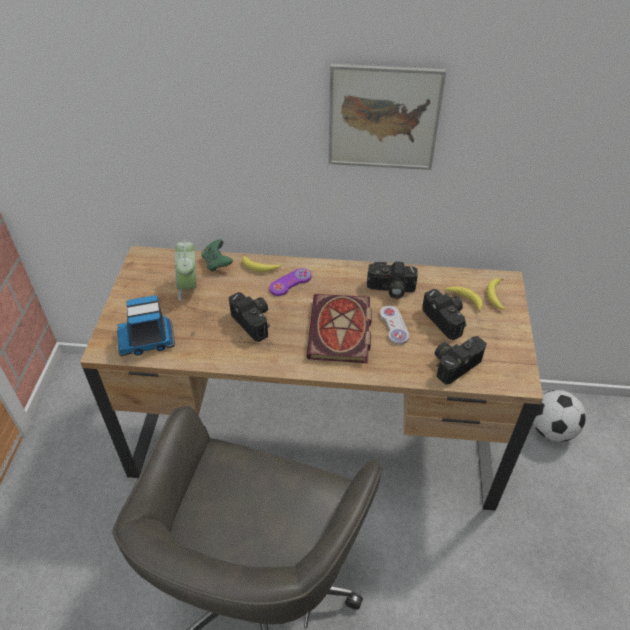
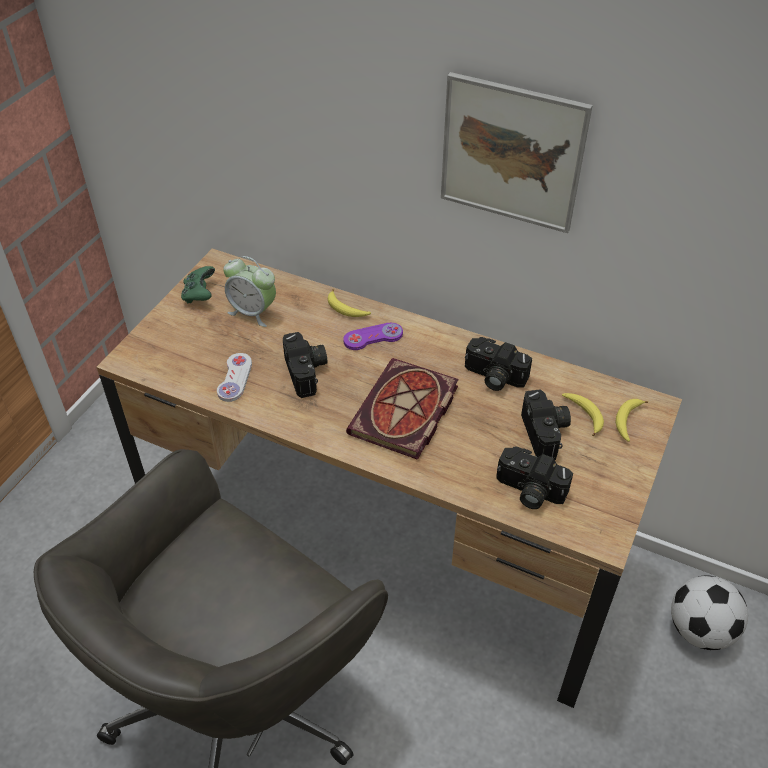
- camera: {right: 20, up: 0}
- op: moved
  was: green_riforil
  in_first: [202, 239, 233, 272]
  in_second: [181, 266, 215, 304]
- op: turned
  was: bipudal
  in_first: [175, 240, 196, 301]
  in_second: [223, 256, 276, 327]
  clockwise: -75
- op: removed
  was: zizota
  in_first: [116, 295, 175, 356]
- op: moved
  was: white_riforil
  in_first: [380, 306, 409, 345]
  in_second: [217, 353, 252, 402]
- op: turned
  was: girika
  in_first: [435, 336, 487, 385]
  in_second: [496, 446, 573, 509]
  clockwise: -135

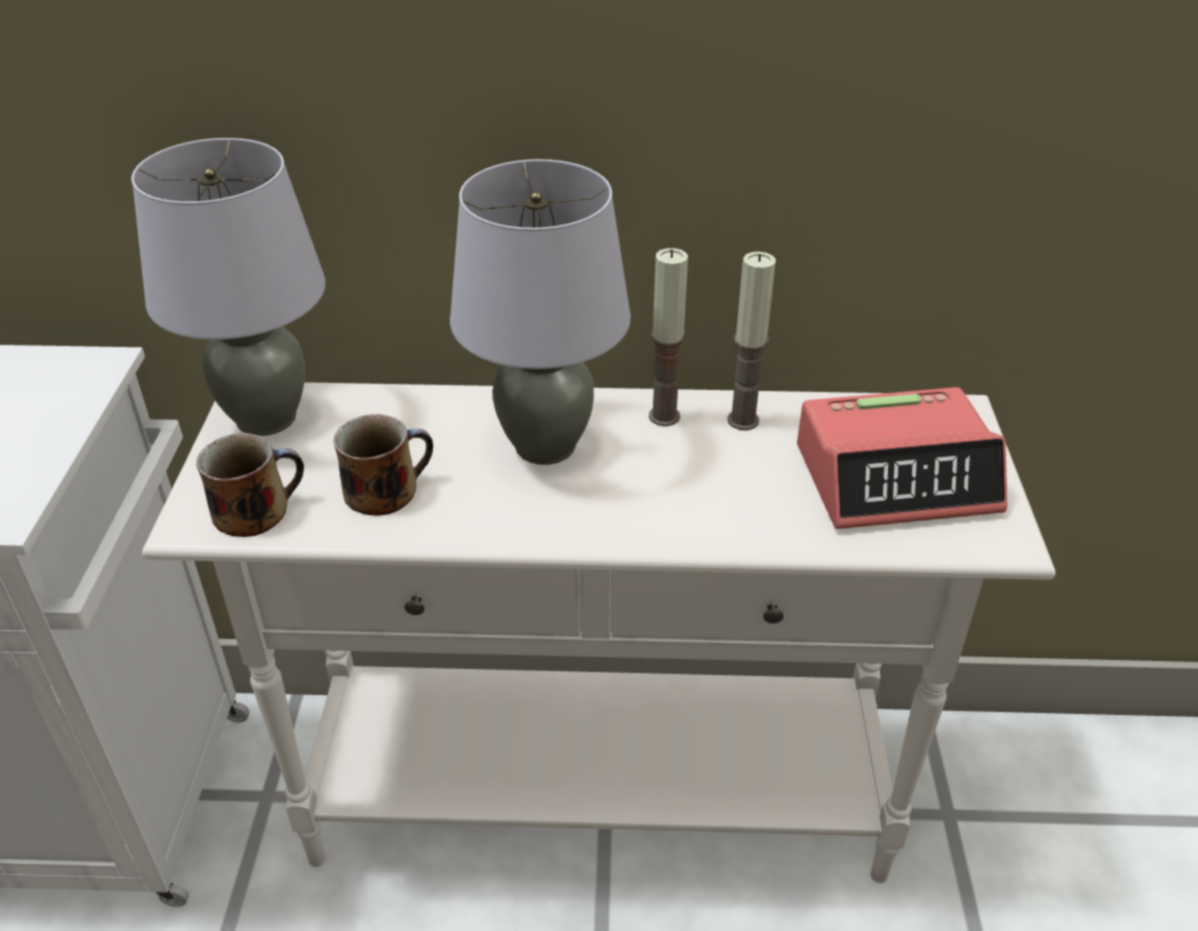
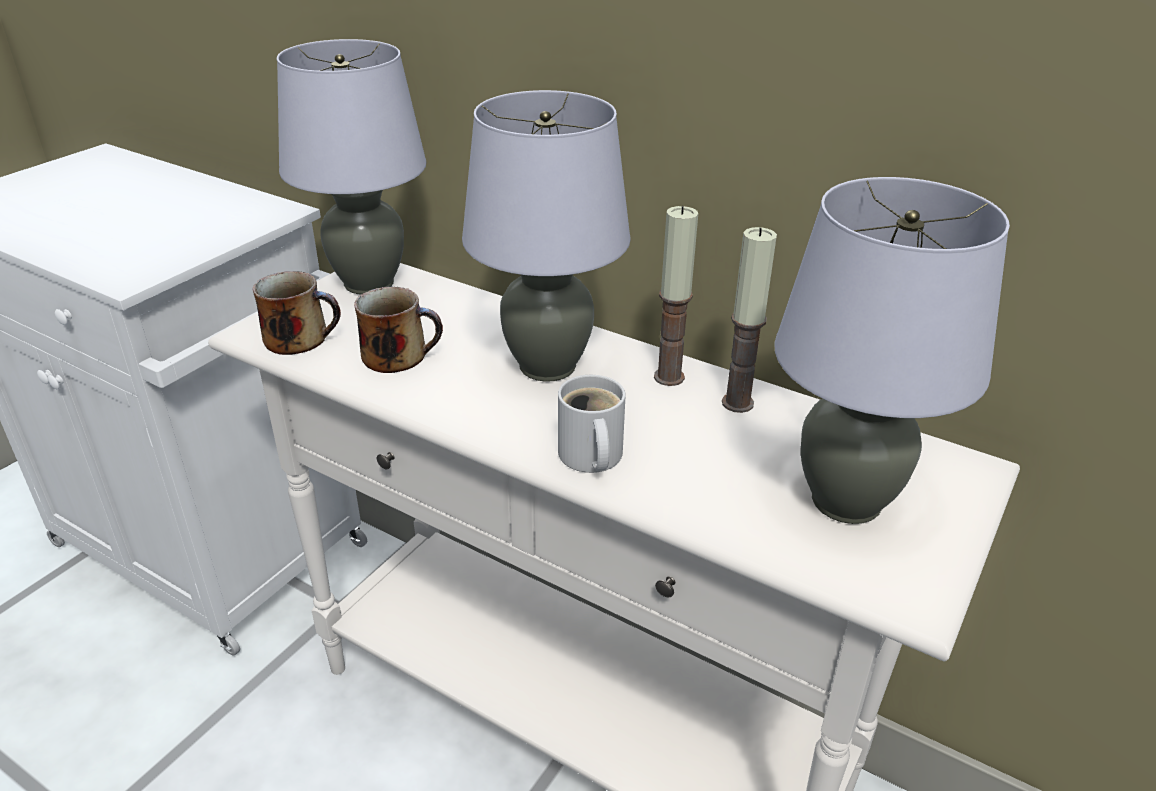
- camera: {right: 30, up: -5}
- op: replaced
  was: bipudal
  now: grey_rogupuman
  in_first: [797, 387, 1007, 529]
  in_second: [774, 177, 1010, 524]
- op: added
  now: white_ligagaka
  in_second: [558, 375, 625, 473]

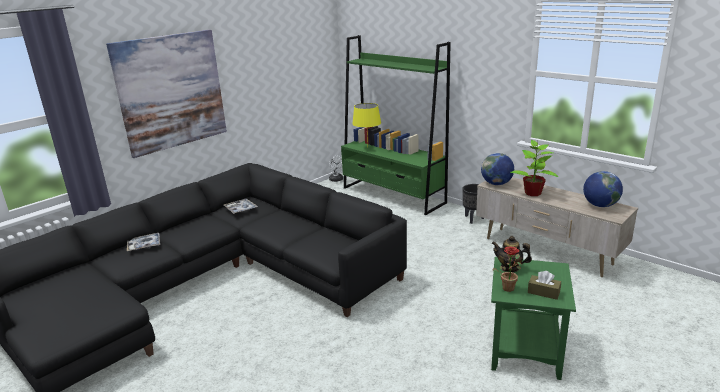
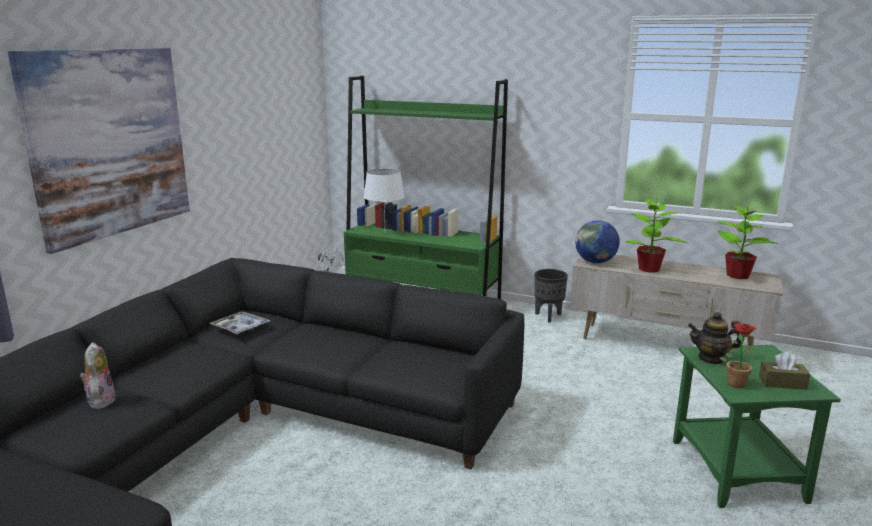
- camera: {right: -20, up: -5}
- op: recoloured
  was: yellow_rogupuman
  now: white_rogupuman
  in_first: [352, 103, 381, 144]
  in_second: [364, 169, 405, 218]
- op: replaced
  was: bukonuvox
  now: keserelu
  in_first: [583, 171, 623, 207]
  in_second: [717, 202, 776, 279]
- op: replaced
  was: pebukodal
  now: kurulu
  in_first: [127, 233, 160, 251]
  in_second: [80, 342, 116, 409]

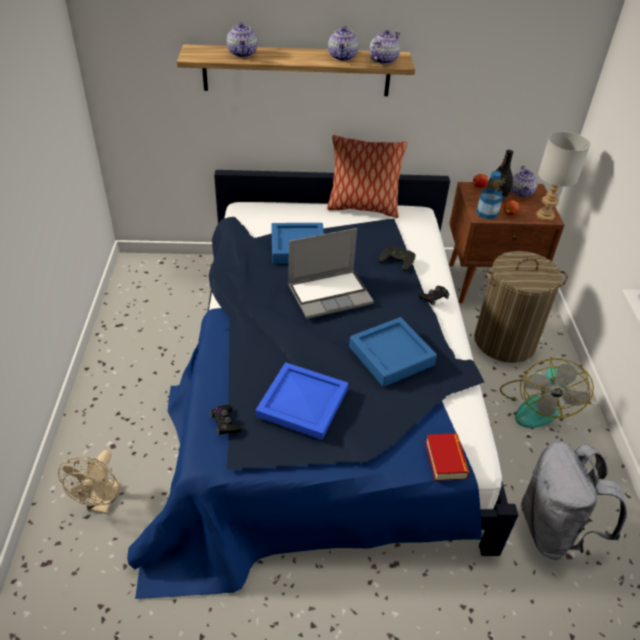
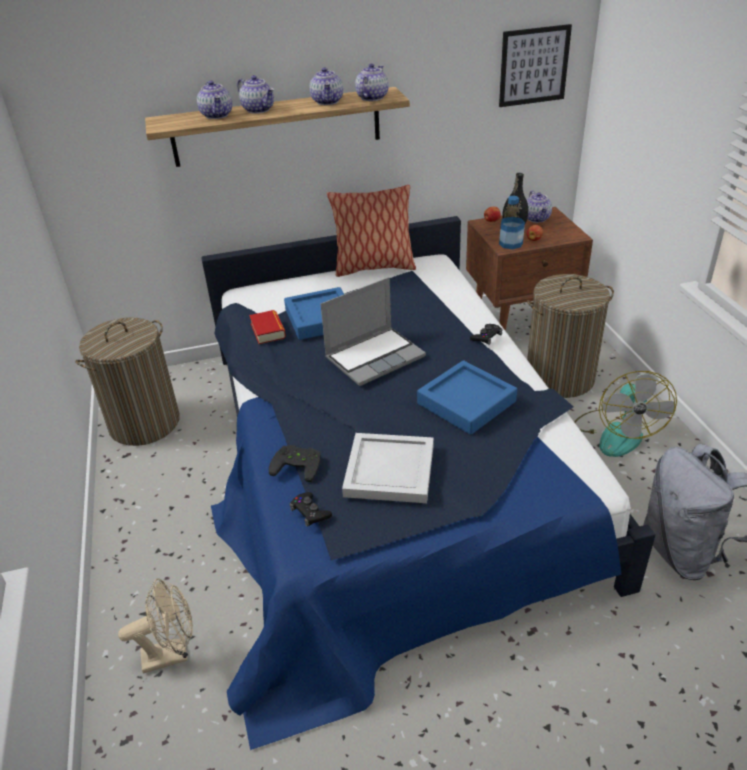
- camera: {right: -10, up: -5}
- op: removed
  was: grey_rogupuman
  in_first: [536, 132, 590, 221]
- op: moved
  was: black_riforil
  in_first: [378, 246, 415, 272]
  in_second: [269, 445, 321, 482]
- op: recoloured
  was: blue_pebukodal
  now: white_pebukodal
  in_first: [255, 362, 348, 440]
  in_second: [342, 433, 434, 503]
- op: moved
  was: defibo
  in_first: [425, 433, 469, 481]
  in_second: [249, 310, 286, 344]
- op: turned
  was: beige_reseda
  in_first: [58, 450, 121, 514]
  in_second: [118, 578, 193, 673]
  clockwise: -105
- op: added
  now: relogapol
  in_second: [499, 24, 572, 107]
- op: added
  now: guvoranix
  in_second: [237, 75, 274, 114]
- op: added
  now: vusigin
  in_second: [75, 317, 180, 446]

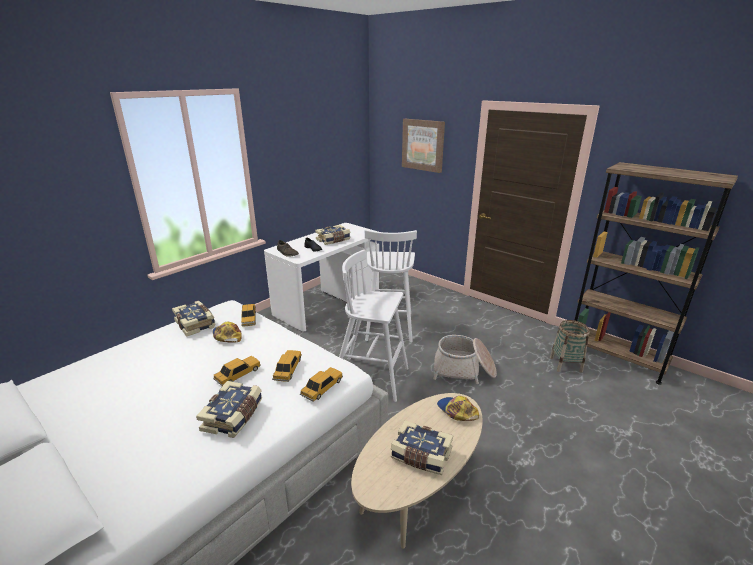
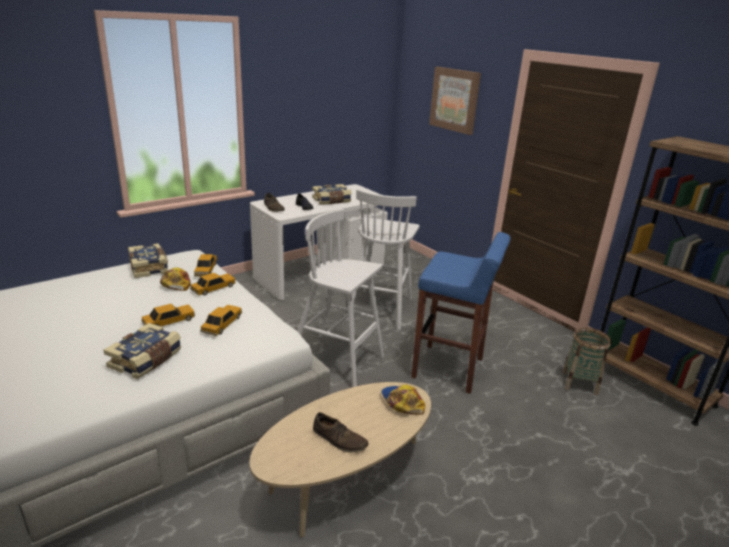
- camera: {right: 10, up: 0}
- op: replaced
  was: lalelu
  now: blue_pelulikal
  in_first: [433, 335, 497, 384]
  in_second: [411, 232, 511, 394]
- op: moved
  was: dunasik
  in_first: [300, 367, 343, 402]
  in_second: [190, 273, 236, 296]
- op: replaced
  was: defibo
  now: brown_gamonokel
  in_first: [391, 420, 453, 475]
  in_second: [313, 412, 369, 452]

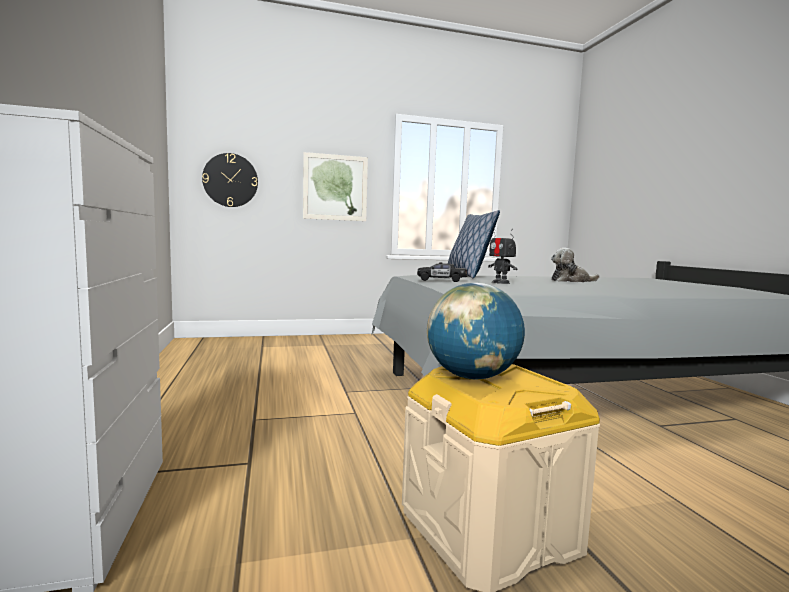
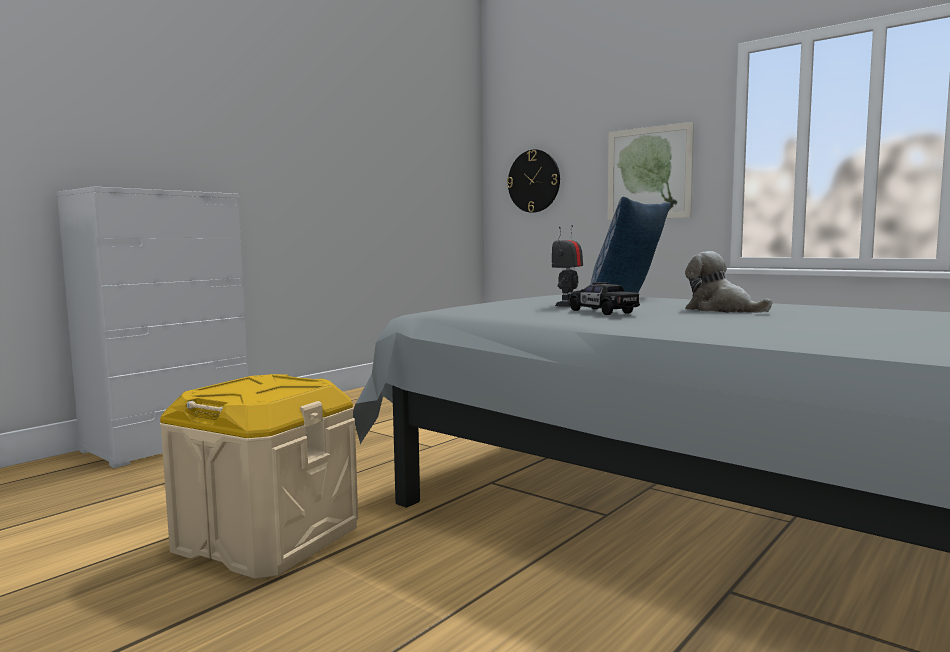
- camera: {right: 55, up: 0}
- op: moved
  was: black_dunasik
  in_first: [417, 262, 467, 282]
  in_second: [570, 282, 640, 315]
- op: removed
  was: bukonuvox
  in_first: [427, 283, 525, 379]

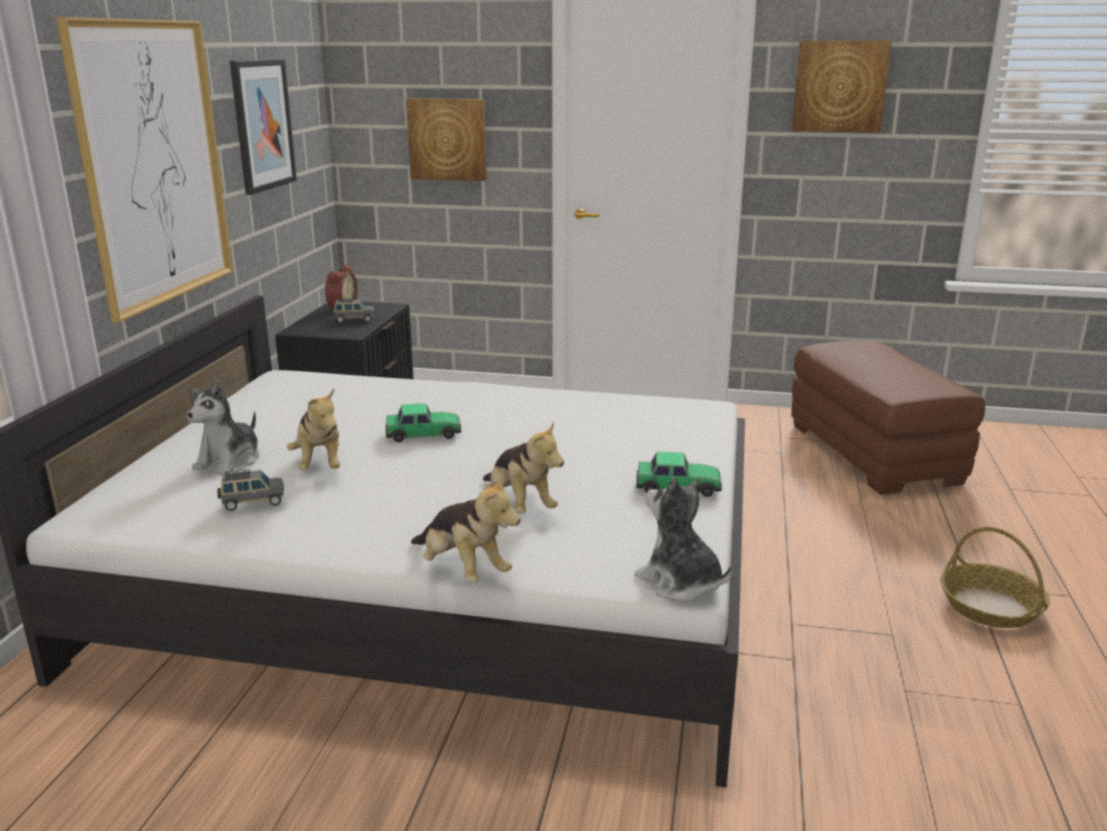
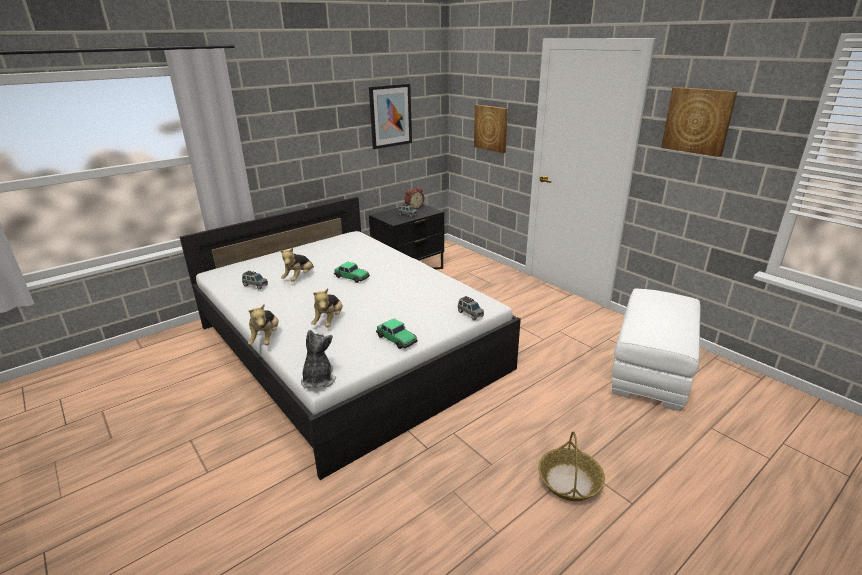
- camera: {right: 40, up: 5}
- op: removed
  was: relogapol
  in_first: [56, 17, 233, 322]
- op: recoloured
  was: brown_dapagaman
  now: white_dapagaman
  in_first: [791, 341, 985, 495]
  in_second: [611, 289, 701, 411]
- op: removed
  was: kurulu
  in_first: [187, 380, 259, 475]
- op: added
  now: grey_dunasik
  in_second: [458, 296, 484, 320]

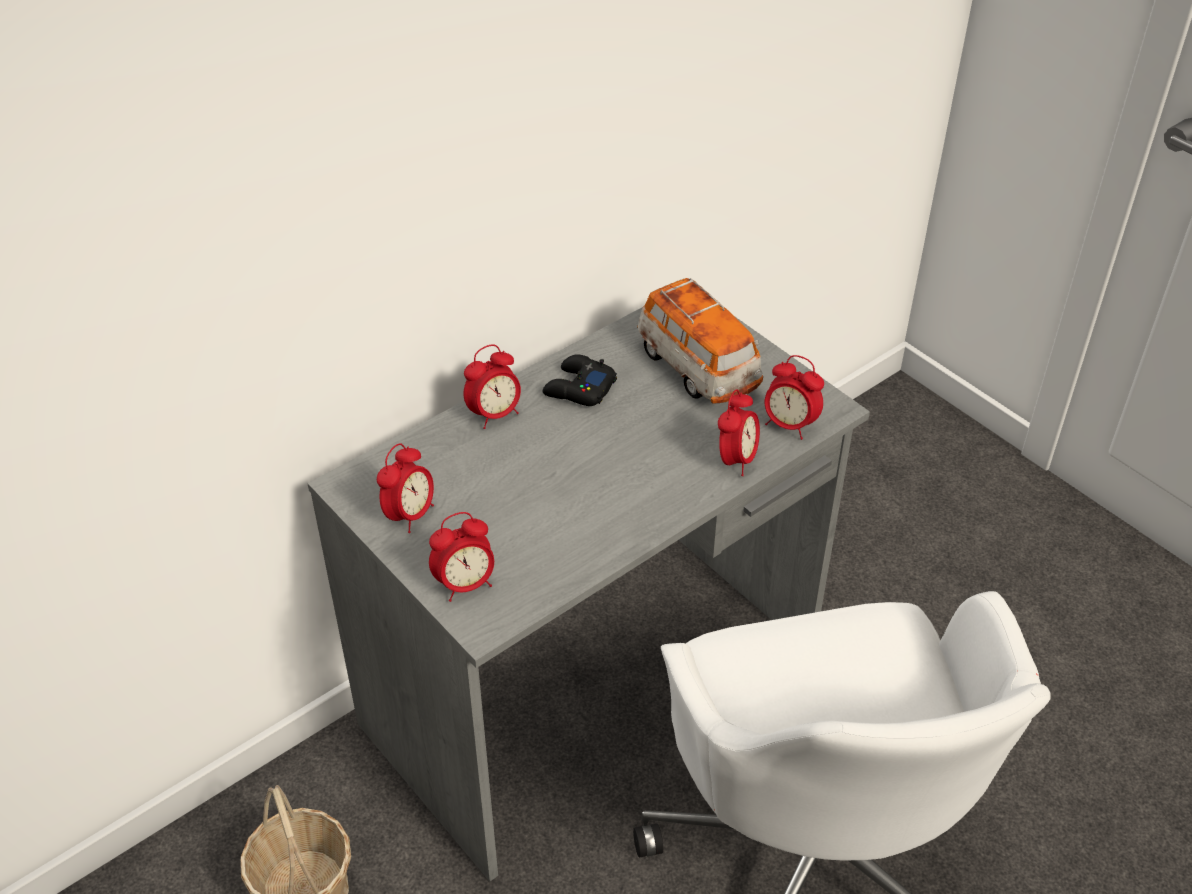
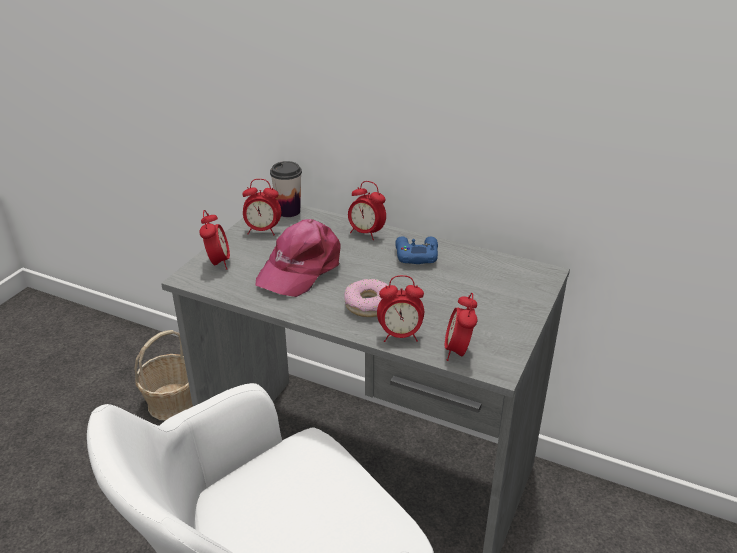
- camera: {right: 65, up: -10}
- op: removed
  was: dunasik
  in_first: [637, 278, 763, 404]
- op: recoloured
  was: black_riforil
  now: blue_riforil
  in_first: [543, 354, 617, 406]
  in_second: [395, 236, 438, 264]
- op: turned
  was: bipudal
  in_first: [429, 512, 494, 602]
  in_second: [199, 210, 230, 270]
  clockwise: -135
- op: added
  now: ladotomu
  in_second: [270, 161, 302, 217]
- op: added
  now: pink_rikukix
  in_second: [255, 219, 341, 297]
- op: added
  now: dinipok
  in_second: [344, 279, 389, 317]

